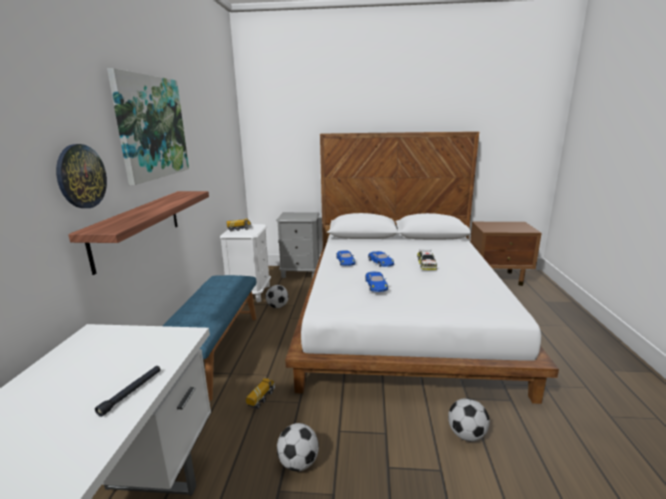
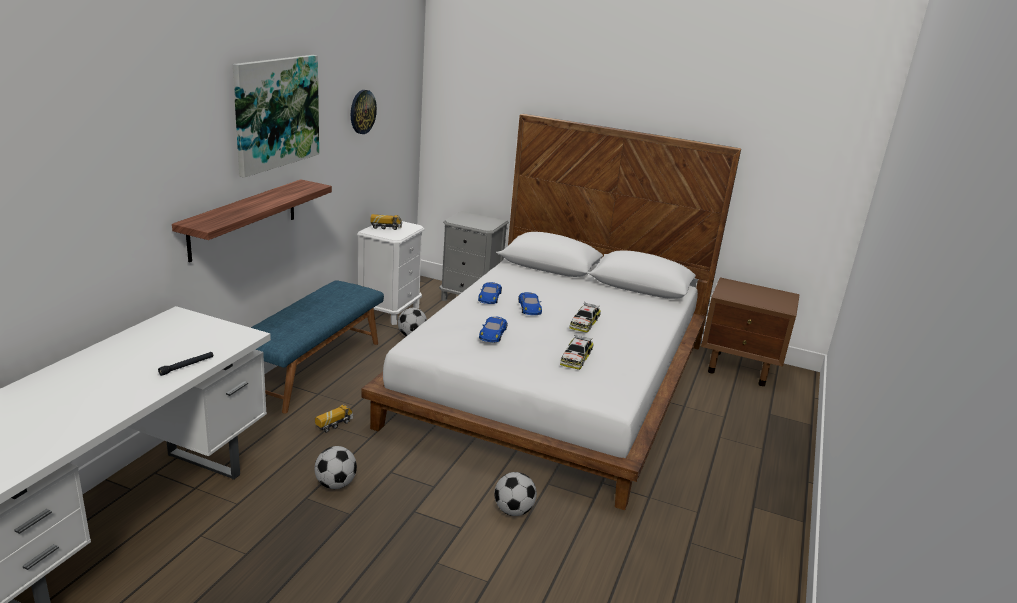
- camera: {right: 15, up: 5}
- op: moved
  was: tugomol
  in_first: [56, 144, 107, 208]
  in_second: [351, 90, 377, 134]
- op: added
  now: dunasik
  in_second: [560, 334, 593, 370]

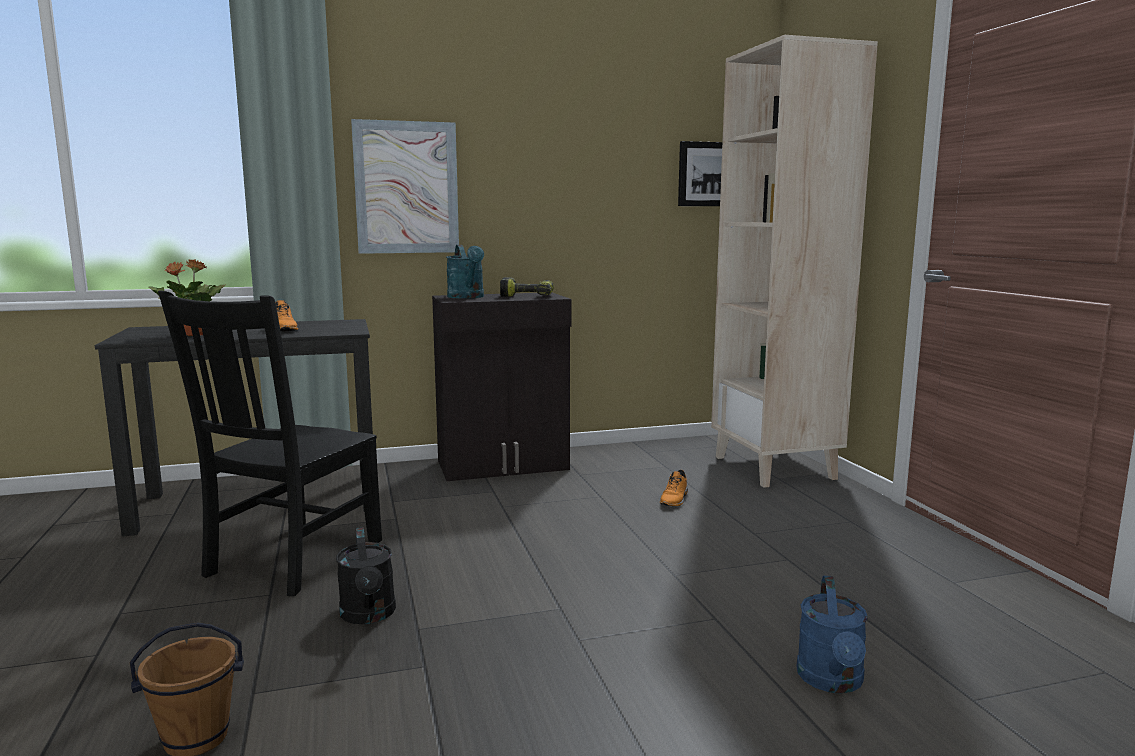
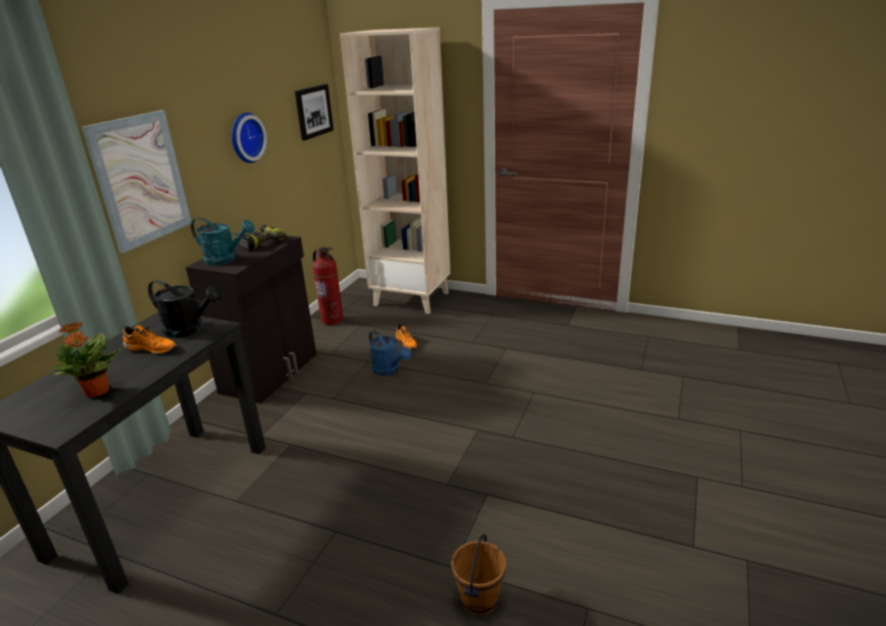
- camera: {right: -50, up: 15}
- op: removed
  was: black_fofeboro
  in_first: [158, 290, 382, 596]
- op: moved
  was: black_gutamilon
  in_first: [336, 527, 396, 624]
  in_second: [148, 280, 222, 338]
- op: moved
  was: blue_gutamilon
  in_first: [796, 576, 868, 693]
  in_second: [369, 330, 411, 376]
- op: added
  now: tugomol
  in_second: [231, 112, 267, 163]
- op: added
  now: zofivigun
  in_second: [313, 247, 343, 325]

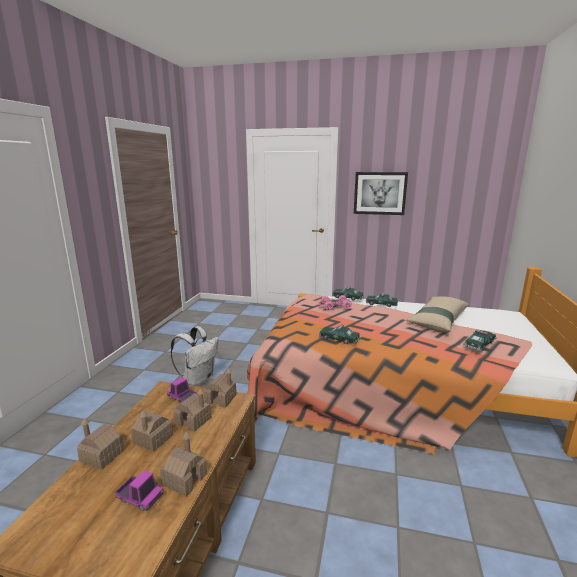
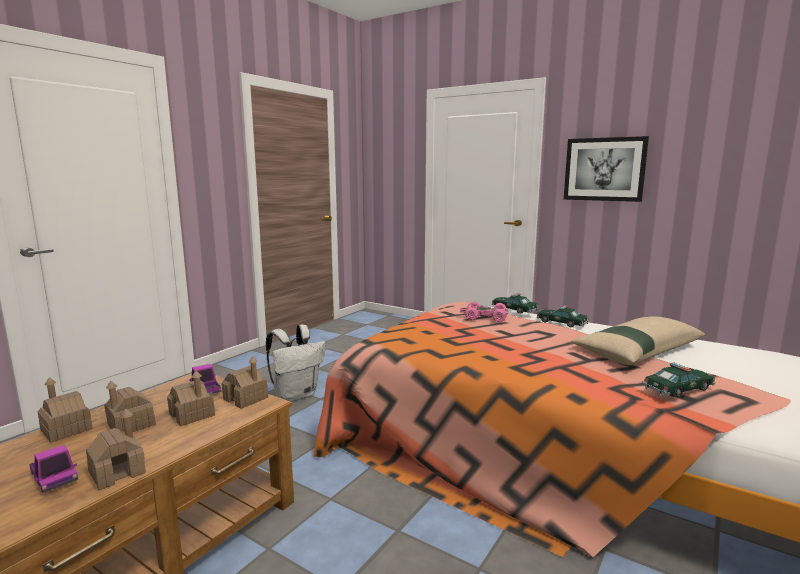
- camera: {right: 20, up: -5}
- op: removed
  was: dunasik
  in_first: [319, 324, 360, 344]

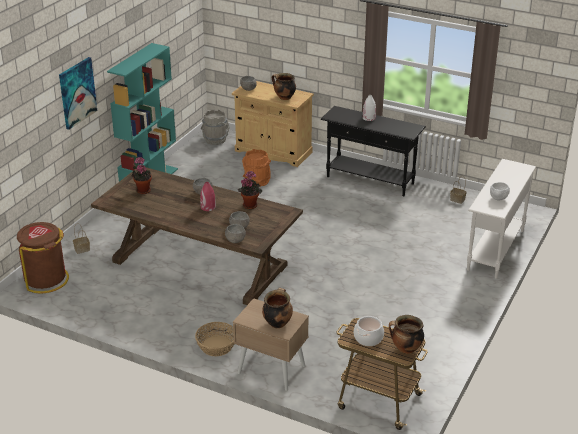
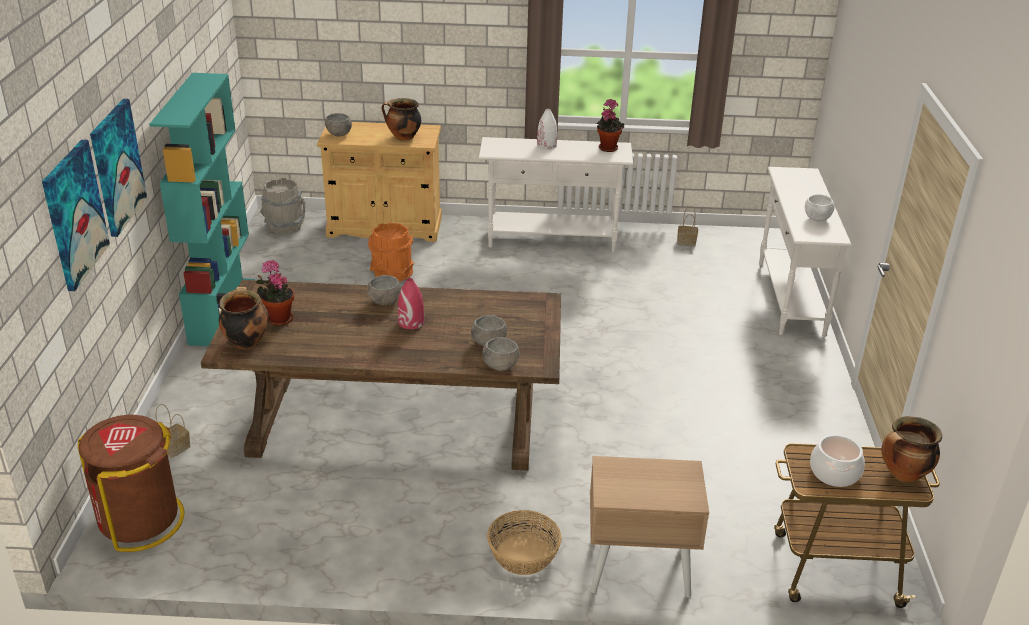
- camera: {right: -25, up: 0}
- op: recoloured
  was: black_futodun
  now: white_futodun
  in_first: [321, 106, 426, 196]
  in_second: [479, 137, 633, 252]
- op: moved
  was: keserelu
  in_first: [238, 171, 262, 209]
  in_second: [597, 99, 624, 152]
- op: moved
  was: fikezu
  in_first: [262, 288, 293, 328]
  in_second: [219, 287, 267, 349]
- op: added
  now: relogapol
  in_second: [42, 140, 110, 291]

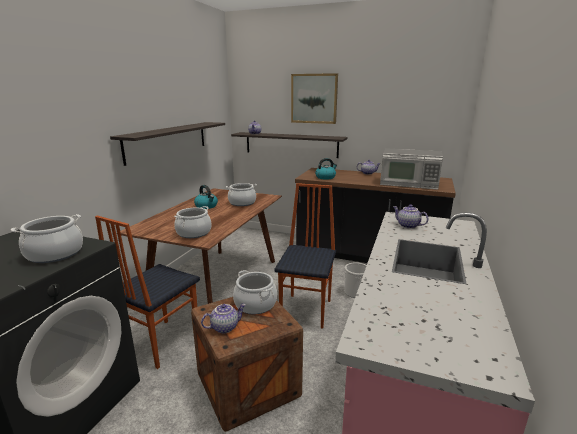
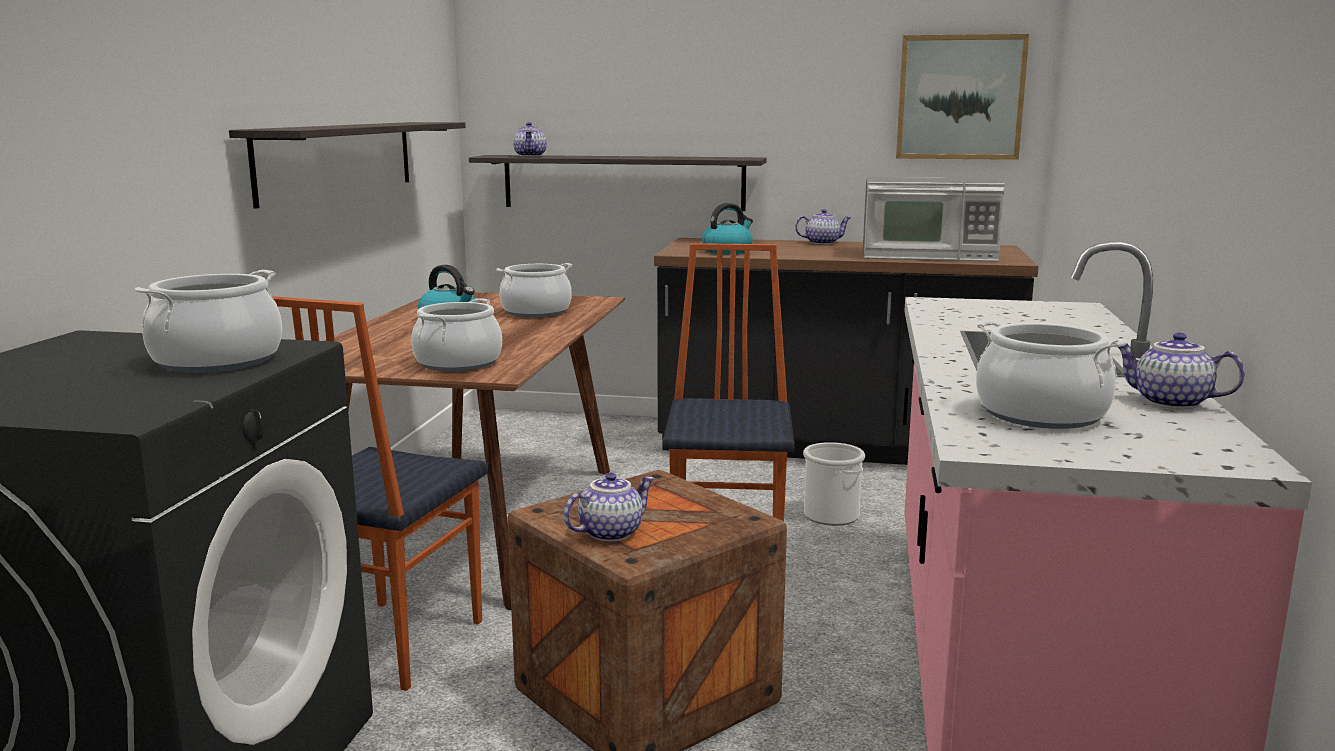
- camera: {right: -10, up: -5}
- op: moved
  was: relogapol
  in_first: [291, 73, 338, 124]
  in_second: [896, 34, 1029, 160]
- op: moved
  was: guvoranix
  in_first: [393, 205, 428, 229]
  in_second: [1118, 333, 1245, 409]
- op: moved
  was: fikezu
  in_first: [233, 270, 277, 314]
  in_second: [976, 321, 1127, 429]

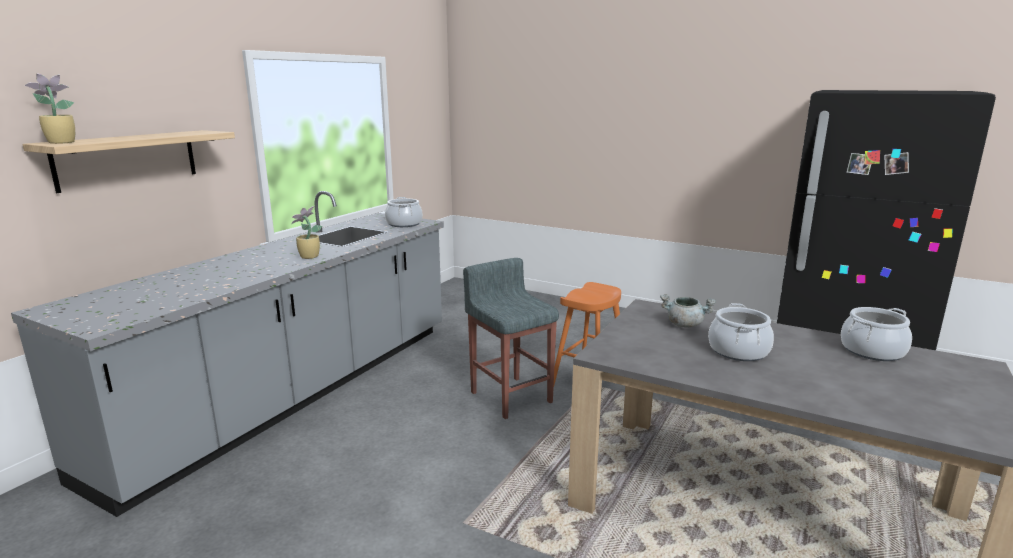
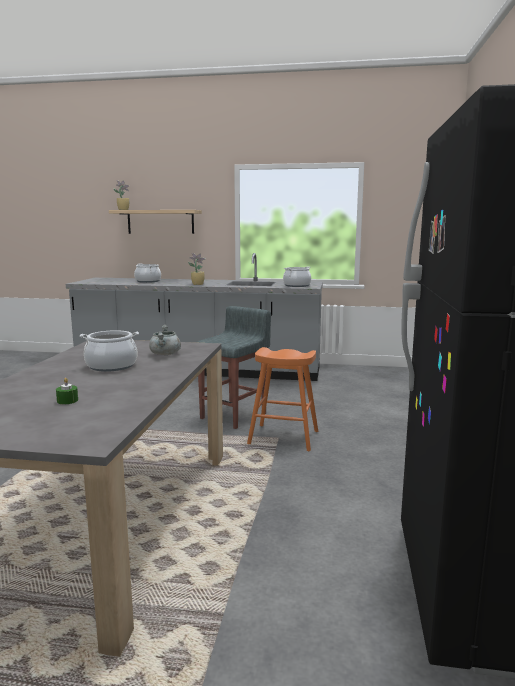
- camera: {right: 70, up: -5}
- op: moved
  was: fikezu
  in_first: [841, 307, 912, 361]
  in_second: [134, 263, 161, 283]
- op: added
  now: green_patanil
  in_second: [56, 378, 78, 404]

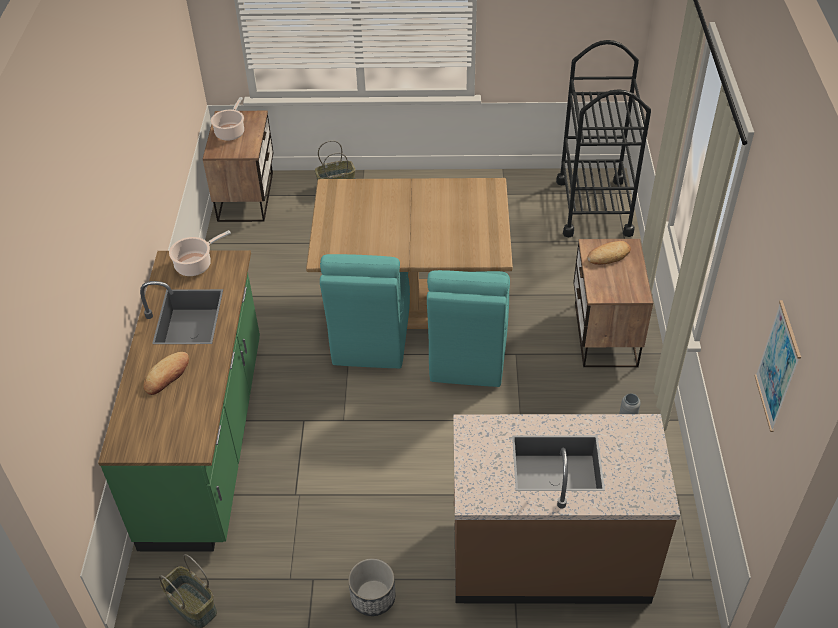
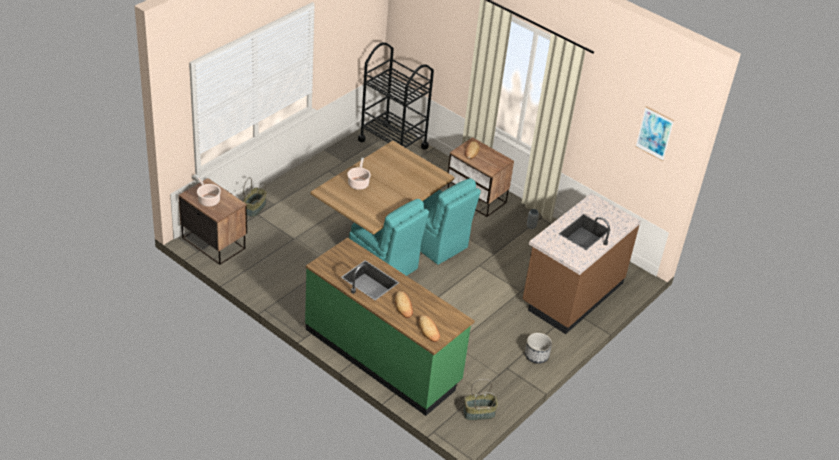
- camera: {right: -55, up: -5}
- op: moved
  was: fikezu
  in_first: [169, 230, 231, 276]
  in_second: [347, 158, 371, 190]
- op: added
  now: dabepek
  in_second: [419, 315, 440, 342]

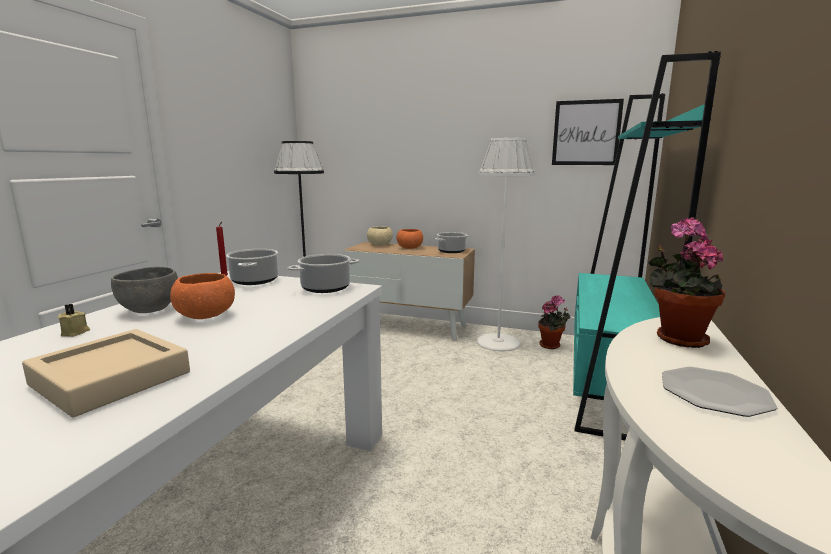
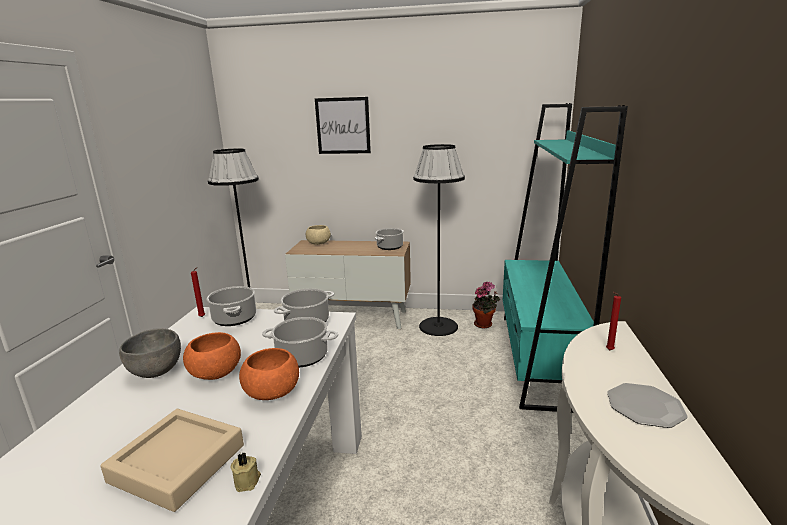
- camera: {right: -10, up: 5}
- op: moved
  was: relogapol
  in_first: [552, 99, 624, 165]
  in_second: [315, 97, 371, 154]
- op: recoloured
  was: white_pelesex
  now: black_pelesex
  in_first: [477, 138, 535, 351]
  in_second: [413, 144, 465, 336]
- op: replaced
  was: keserelu
  now: red_patanil
  in_first: [648, 217, 725, 348]
  in_second: [606, 292, 621, 350]
- op: moved
  was: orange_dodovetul
  in_first: [397, 229, 423, 249]
  in_second: [239, 348, 299, 400]
- op: moved
  was: beige_patanil
  in_first: [58, 304, 90, 337]
  in_second: [231, 452, 261, 492]
- op: added
  now: fikezu
  in_second: [262, 317, 338, 367]

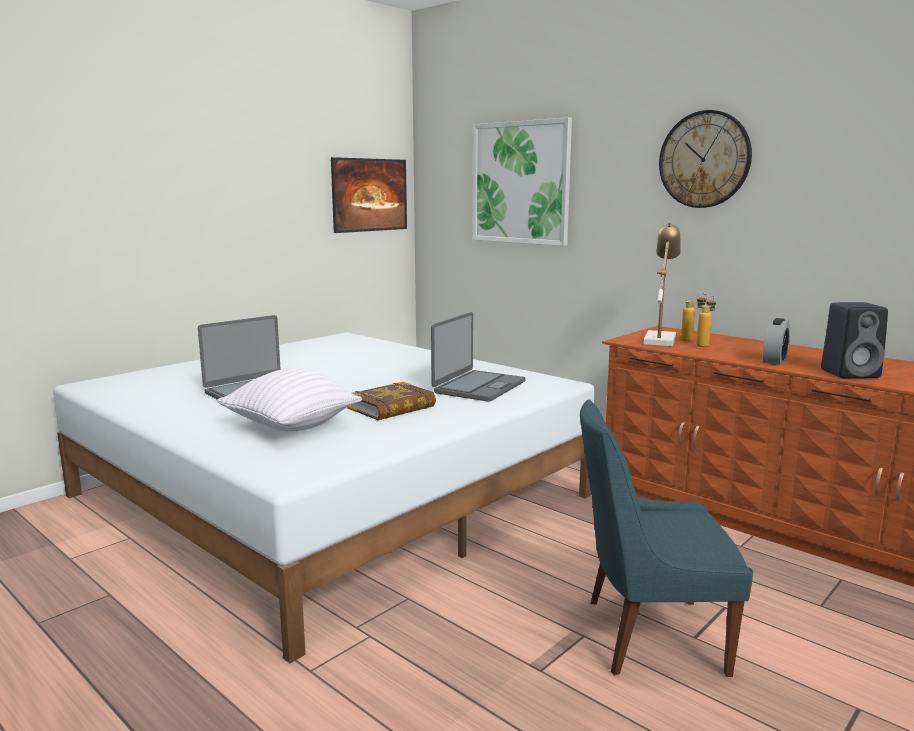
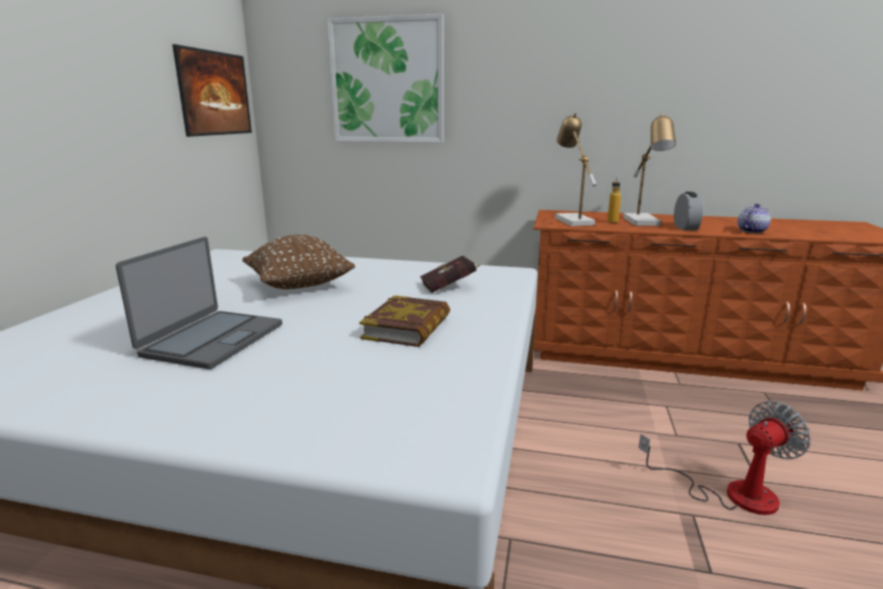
- camera: {right: -30, up: 5}
- op: removed
  was: tugomol
  in_first: [659, 110, 752, 208]
- op: removed
  was: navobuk
  in_first: [681, 293, 707, 341]
- op: replaced
  was: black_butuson
  now: guvoranix
  in_first: [821, 302, 888, 378]
  in_second: [738, 204, 771, 233]
- op: replaced
  was: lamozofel
  now: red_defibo
  in_first: [431, 312, 525, 402]
  in_second: [420, 255, 481, 293]
- op: removed
  was: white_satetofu
  in_first: [217, 368, 362, 432]
- op: replaced
  was: blue_fofeboro
  now: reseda
  in_first: [580, 399, 753, 677]
  in_second: [639, 401, 811, 515]
- op: added
  now: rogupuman
  in_second: [623, 113, 676, 226]
- op: added
  now: brown_satetofu
  in_second: [242, 235, 355, 289]

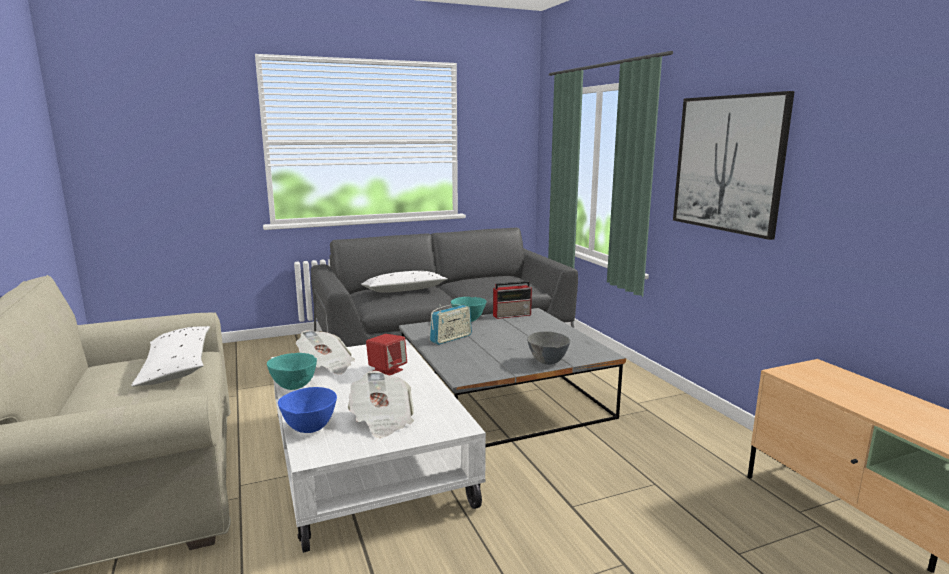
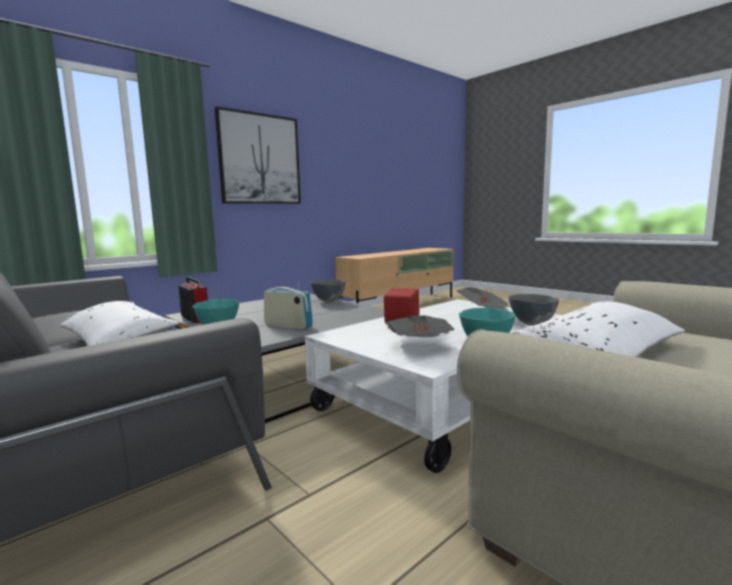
- camera: {right: -110, up: -5}
- op: recoloured
  was: blue_dodovetul
  now: grey_dodovetul
  in_first: [278, 387, 337, 433]
  in_second: [508, 294, 559, 326]

